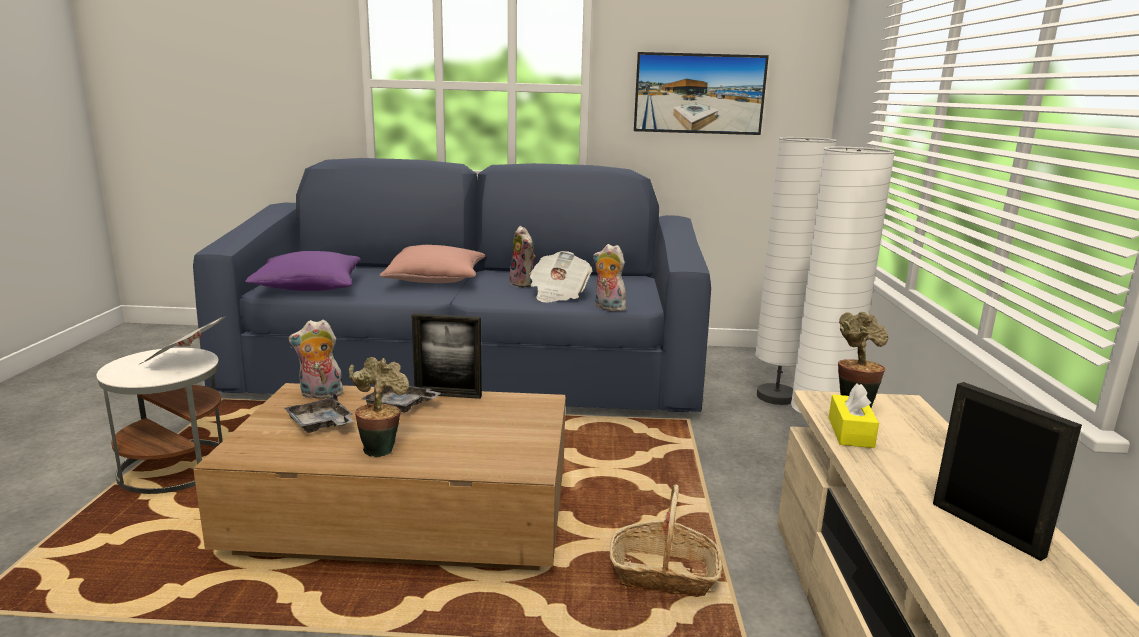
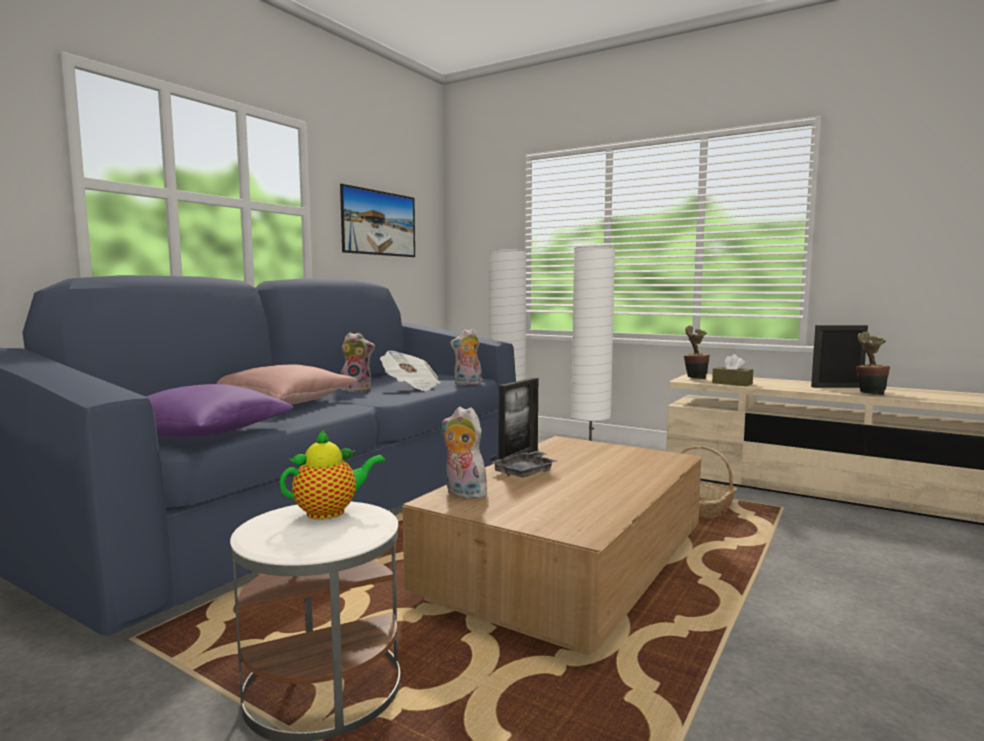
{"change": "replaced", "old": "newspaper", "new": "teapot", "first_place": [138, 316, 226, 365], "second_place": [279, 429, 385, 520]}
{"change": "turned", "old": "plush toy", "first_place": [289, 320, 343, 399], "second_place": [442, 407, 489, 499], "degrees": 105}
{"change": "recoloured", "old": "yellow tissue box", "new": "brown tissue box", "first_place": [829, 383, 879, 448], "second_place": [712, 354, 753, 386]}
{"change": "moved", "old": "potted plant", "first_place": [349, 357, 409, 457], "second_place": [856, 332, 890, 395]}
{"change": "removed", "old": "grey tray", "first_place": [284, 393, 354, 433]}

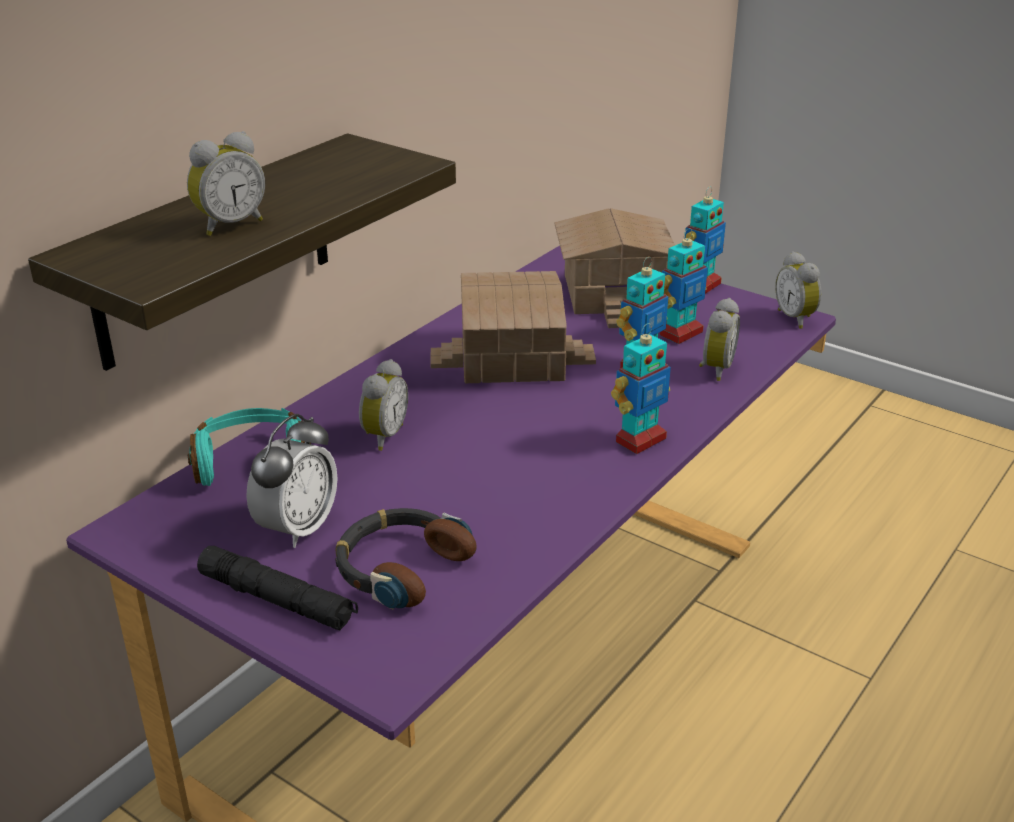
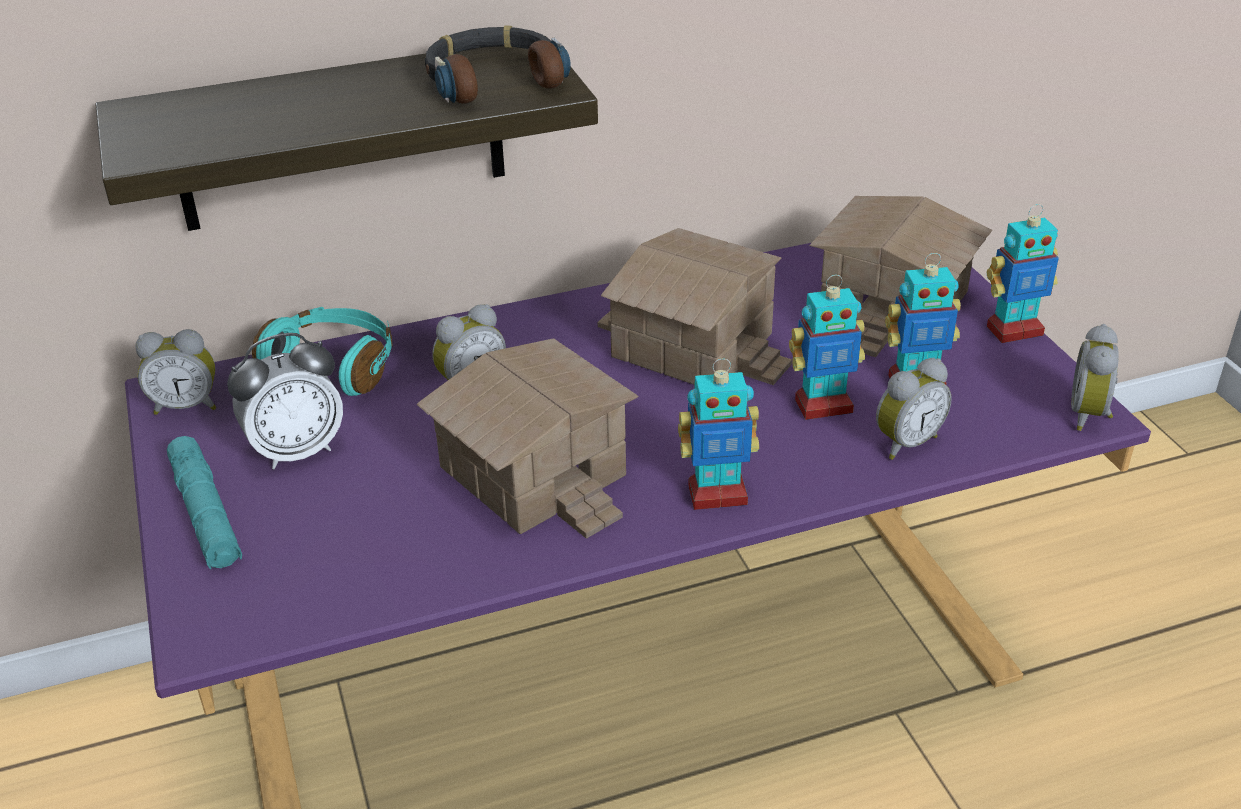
{"change": "moved", "old": "alarm clock", "first_place": [187, 131, 265, 236], "second_place": [135, 329, 216, 415]}
{"change": "recoloured", "old": "black flashlight", "new": "turquoise flashlight", "first_place": [197, 546, 358, 631], "second_place": [167, 436, 242, 569]}
{"change": "added", "new": "toy house", "second_place": [417, 338, 638, 539]}
{"change": "moved", "old": "headphones", "first_place": [335, 508, 477, 610], "second_place": [425, 26, 571, 103]}

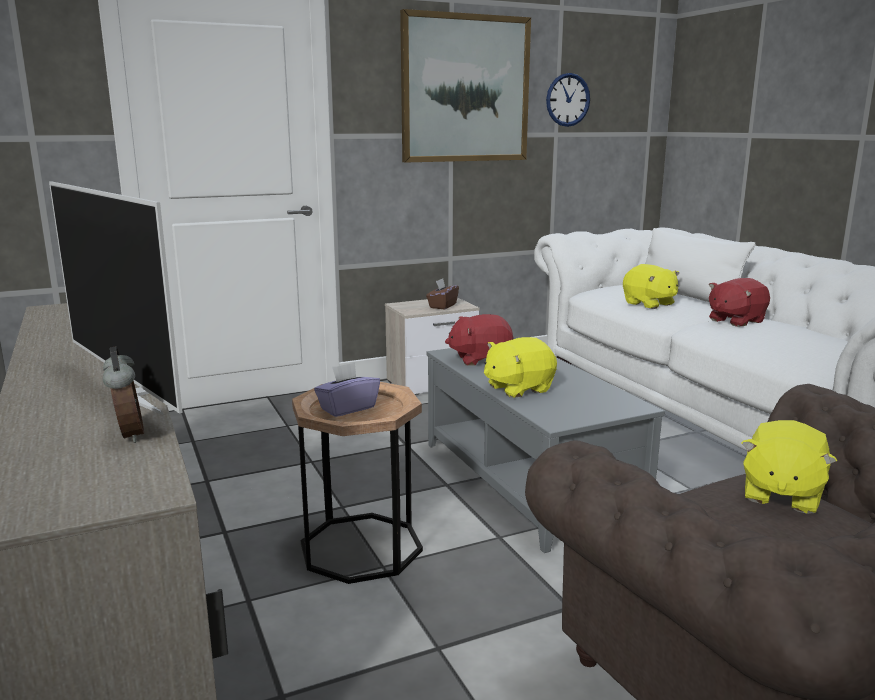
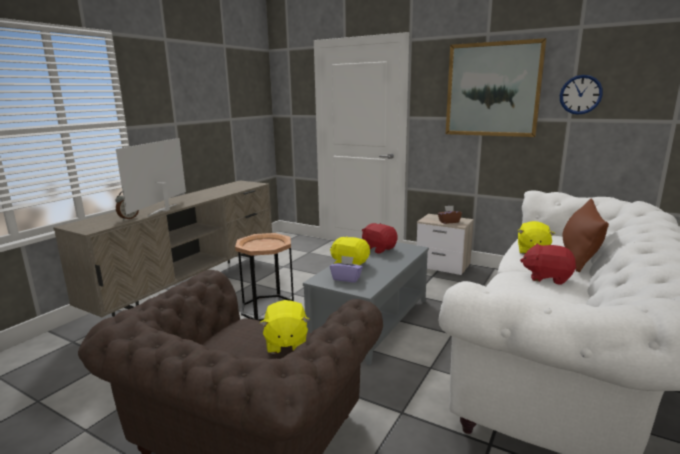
{"change": "turned", "old": "yellow plush toy", "first_place": [741, 420, 837, 514], "second_place": [260, 300, 310, 354], "degrees": -90}
{"change": "moved", "old": "purple tissue box", "first_place": [314, 362, 380, 417], "second_place": [330, 256, 363, 283]}
{"change": "recoloured", "old": "white pillow", "new": "brown pillow", "first_place": [645, 228, 755, 302], "second_place": [562, 199, 609, 272]}

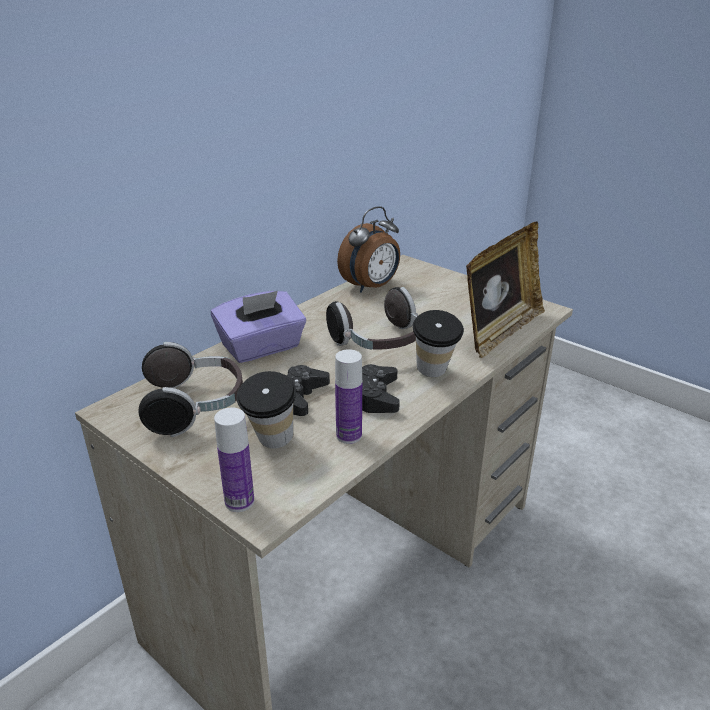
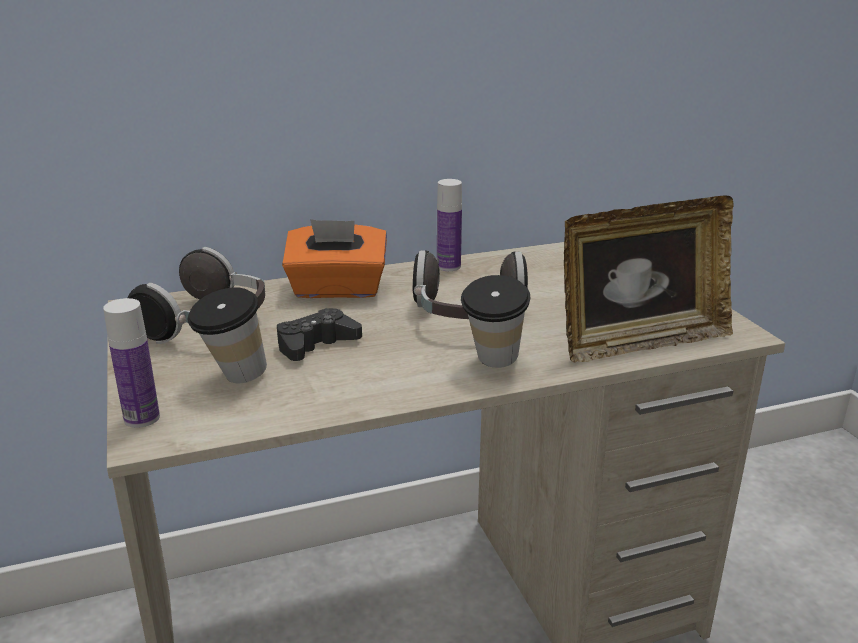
{"change": "recoloured", "old": "purple tissue box", "new": "orange tissue box", "first_place": [211, 291, 306, 363], "second_place": [282, 219, 387, 298]}
{"change": "moved", "old": "bottle", "first_place": [335, 349, 362, 444], "second_place": [437, 179, 462, 271]}
{"change": "removed", "old": "alarm clock", "first_place": [337, 206, 400, 293]}
{"change": "removed", "old": "black game controller", "first_place": [362, 364, 400, 413]}

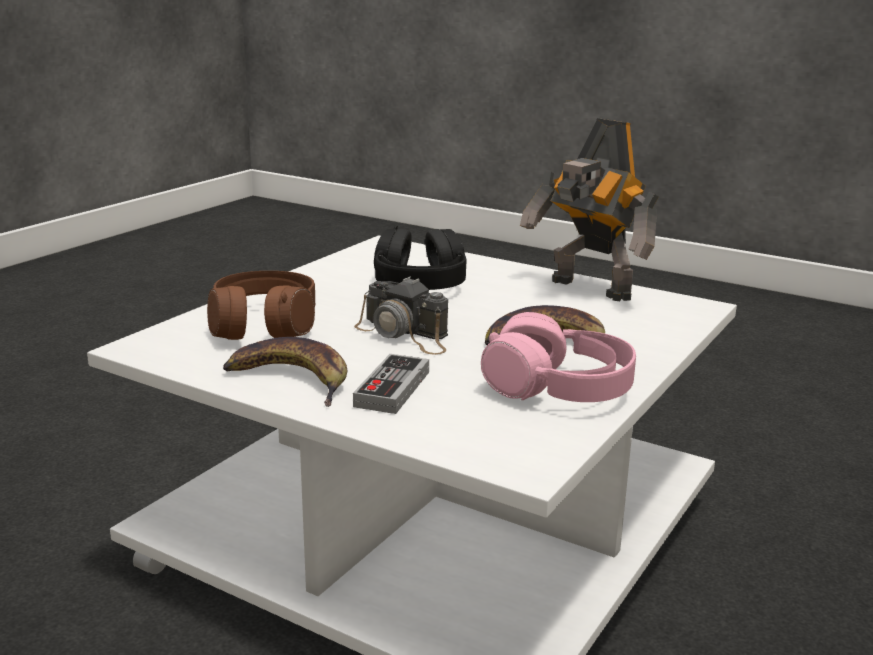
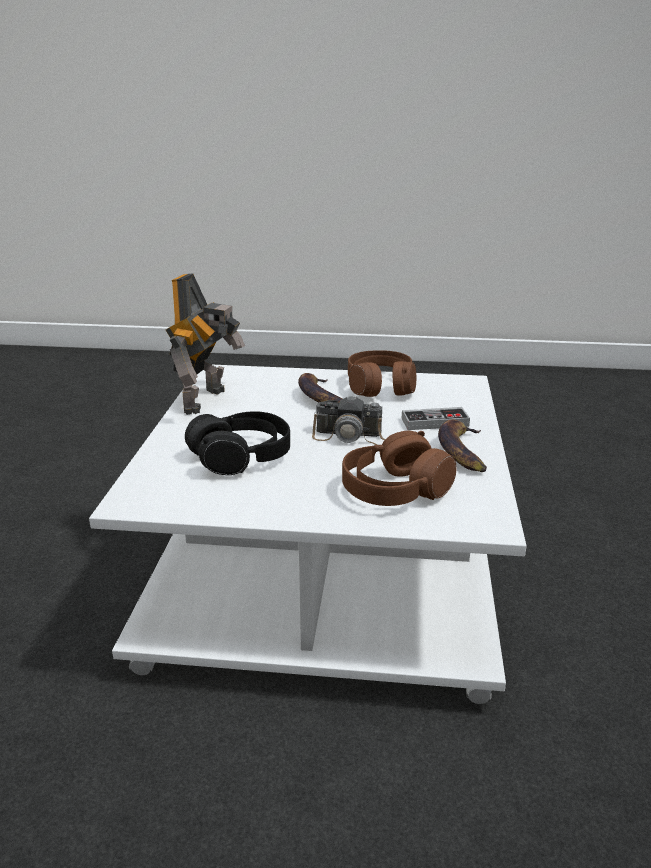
{"change": "turned", "old": "photo camera", "first_place": [354, 277, 448, 355], "second_place": [312, 395, 385, 445], "degrees": 90}
{"change": "recoloured", "old": "pink headphones", "new": "brown headphones", "first_place": [481, 312, 636, 402], "second_place": [348, 350, 416, 397]}

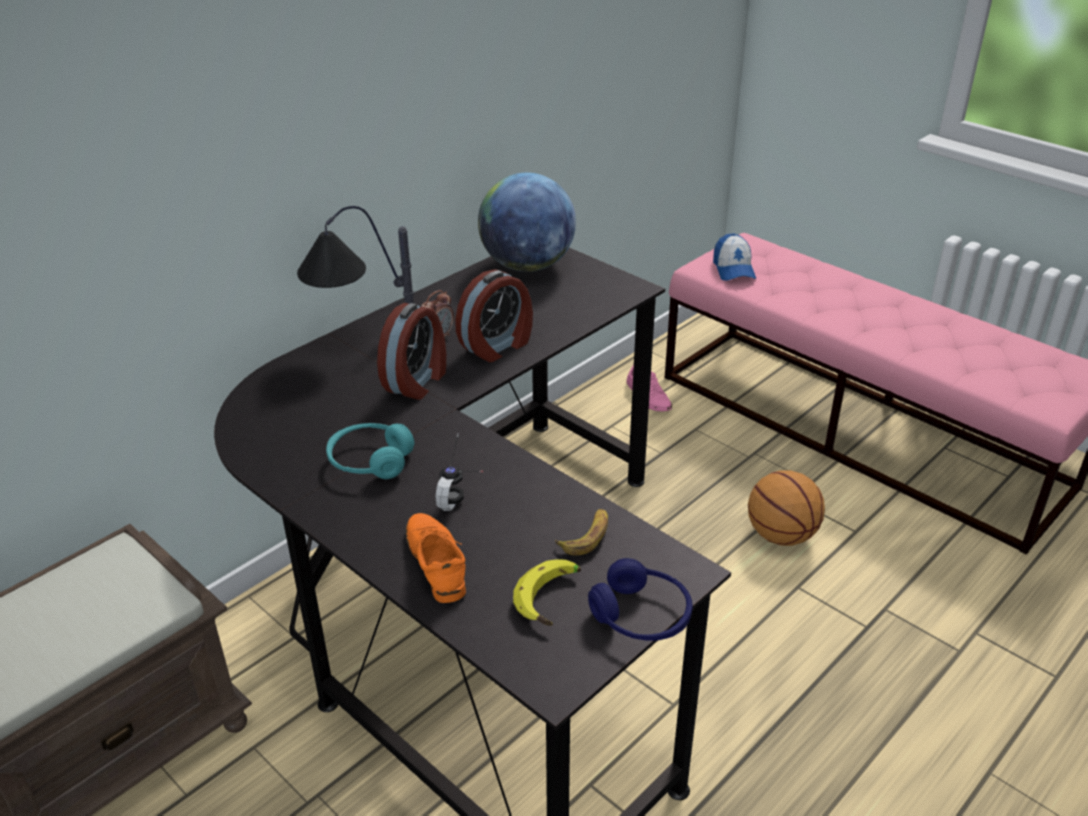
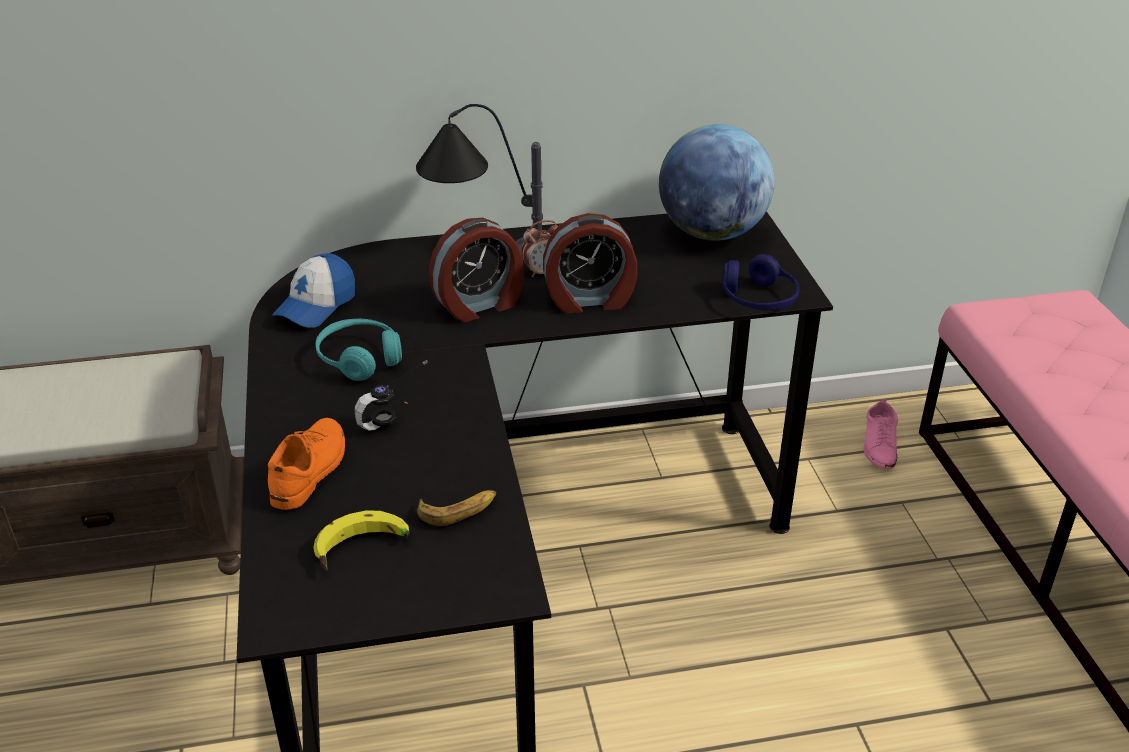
{"change": "moved", "old": "cap", "first_place": [713, 233, 756, 281], "second_place": [271, 253, 355, 328]}
{"change": "moved", "old": "blue headphones", "first_place": [588, 558, 693, 641], "second_place": [722, 254, 800, 310]}
{"change": "removed", "old": "basketball", "first_place": [748, 470, 825, 546]}

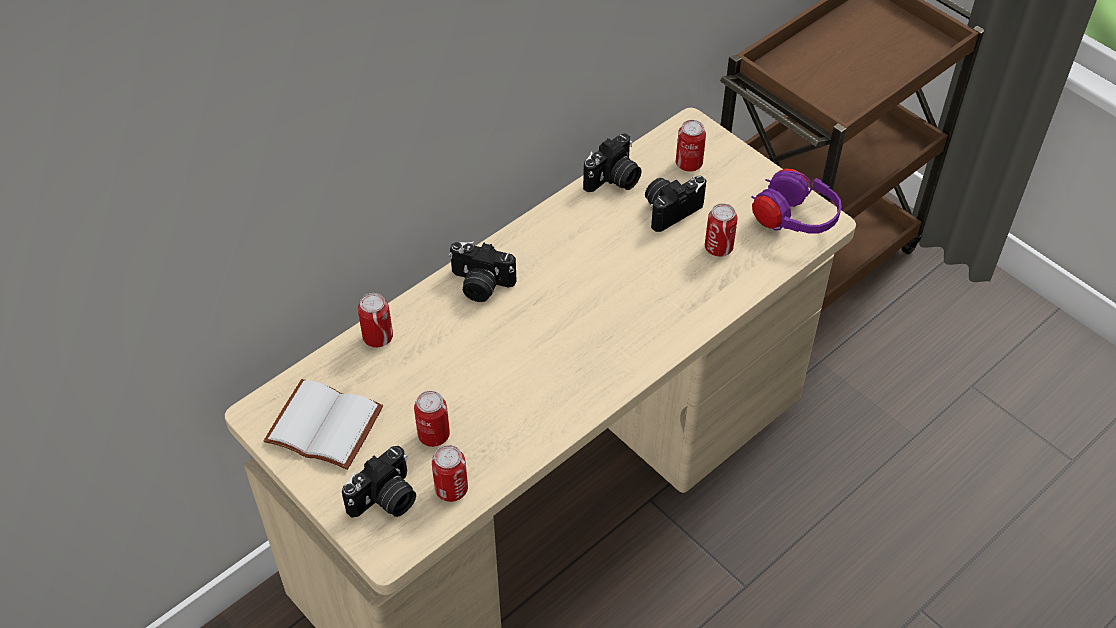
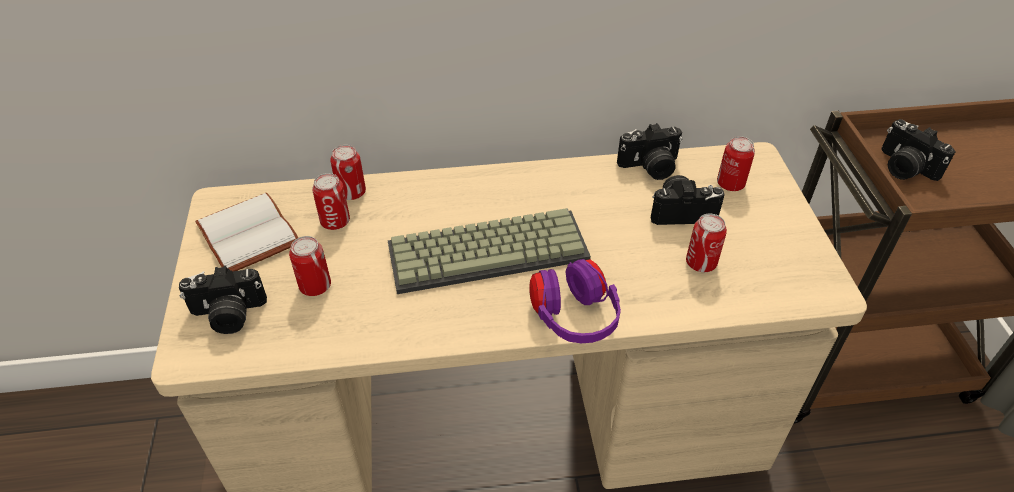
{"change": "moved", "old": "can", "first_place": [432, 445, 468, 502], "second_place": [312, 173, 350, 230]}
{"change": "added", "new": "keyboard", "second_place": [388, 208, 591, 294]}
{"change": "moved", "old": "purple headphones", "first_place": [751, 168, 841, 234], "second_place": [529, 259, 621, 343]}
{"change": "moved", "old": "photo camera", "first_place": [448, 242, 517, 302], "second_place": [881, 119, 956, 181]}

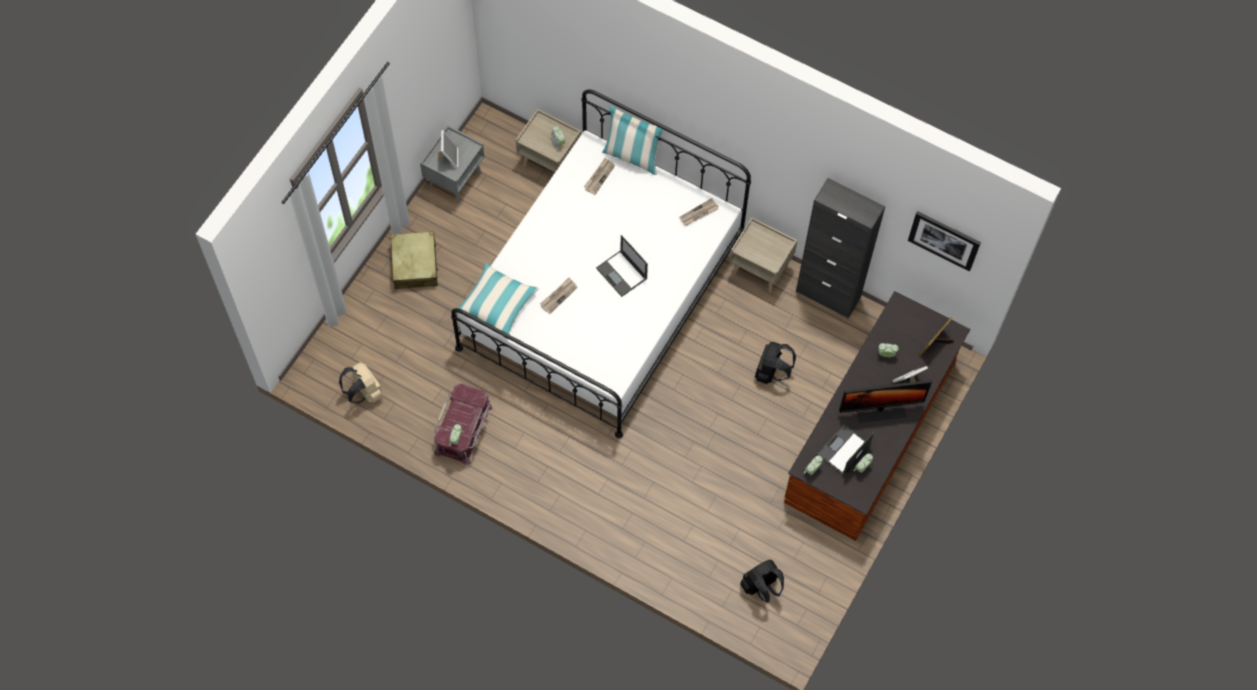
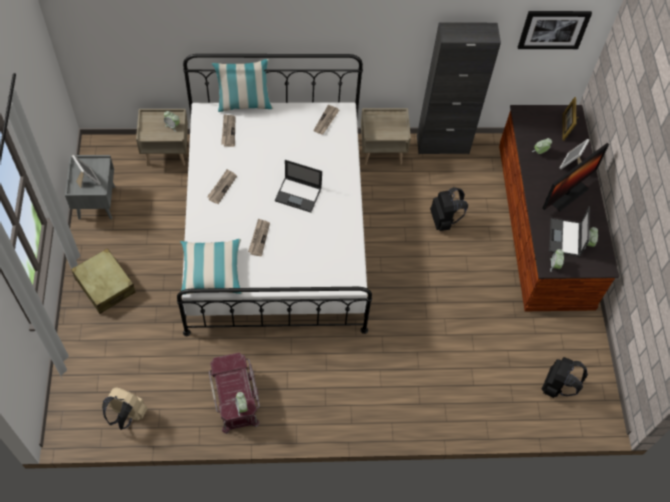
{"change": "added", "new": "newspaper", "second_place": [207, 169, 237, 204]}

